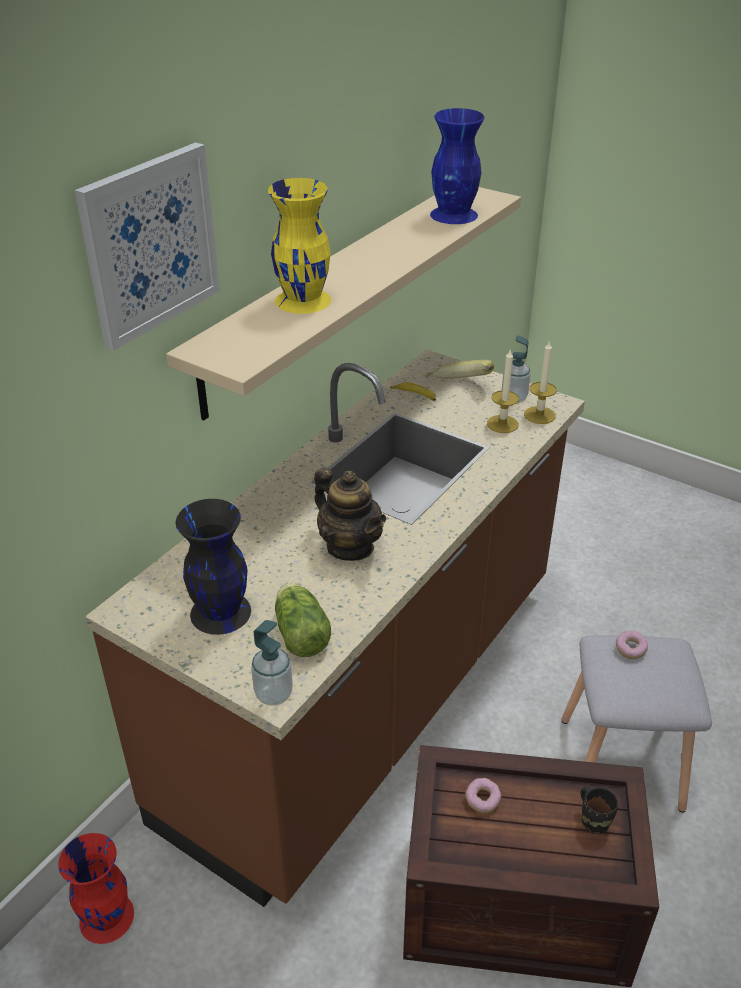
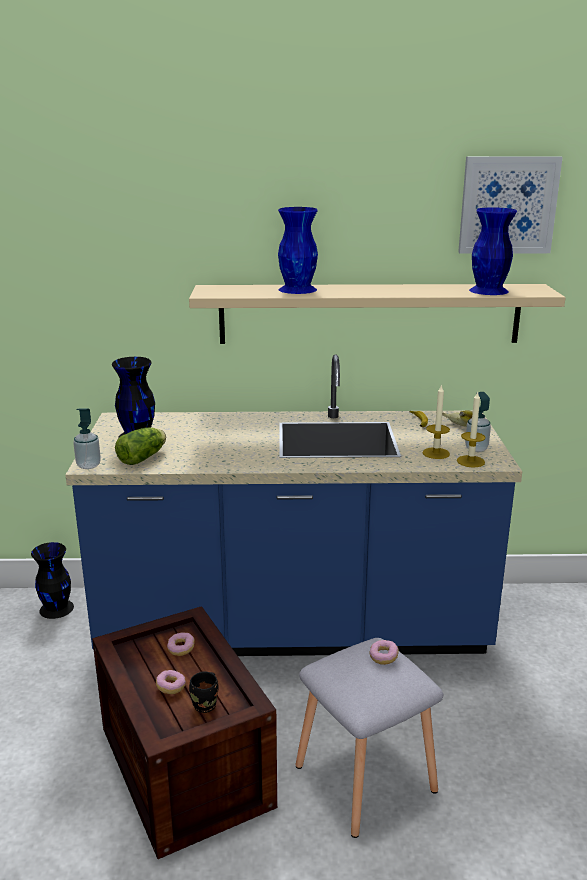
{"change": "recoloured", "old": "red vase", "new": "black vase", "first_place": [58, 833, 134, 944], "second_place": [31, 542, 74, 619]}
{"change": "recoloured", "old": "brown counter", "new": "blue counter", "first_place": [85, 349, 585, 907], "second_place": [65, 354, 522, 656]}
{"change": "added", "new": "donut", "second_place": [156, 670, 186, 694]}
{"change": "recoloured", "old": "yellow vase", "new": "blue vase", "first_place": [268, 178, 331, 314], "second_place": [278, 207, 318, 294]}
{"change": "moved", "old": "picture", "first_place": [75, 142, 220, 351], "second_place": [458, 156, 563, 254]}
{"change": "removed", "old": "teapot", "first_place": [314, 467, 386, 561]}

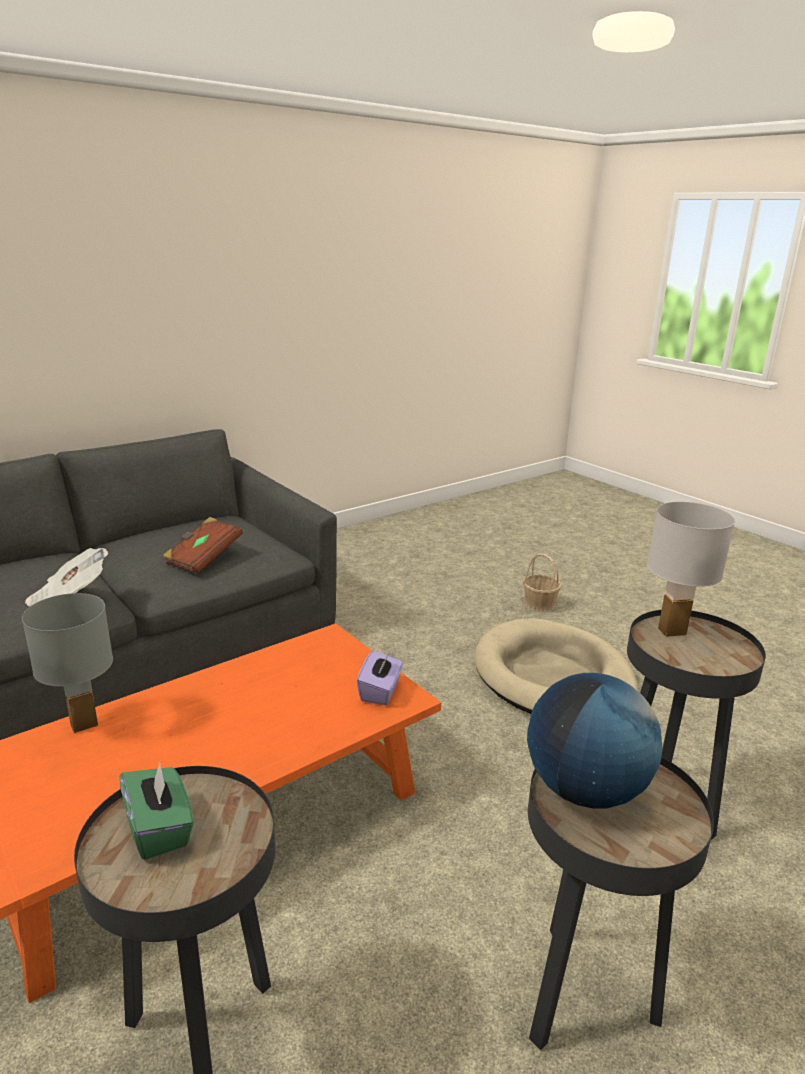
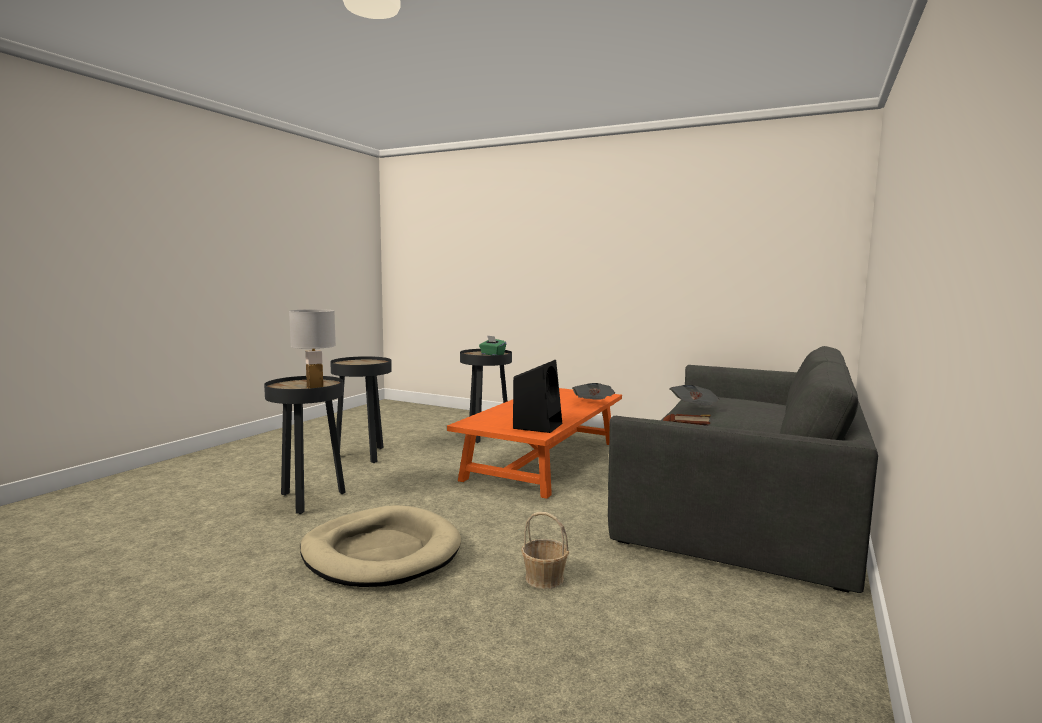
{"change": "added", "new": "black speaker", "second_place": [513, 360, 562, 433]}
{"change": "moved", "old": "basket", "first_place": [523, 554, 562, 612], "second_place": [521, 512, 569, 589]}
{"change": "replaced", "old": "grey table lamp", "new": "newspaper", "first_place": [22, 593, 113, 733], "second_place": [572, 383, 615, 400]}
{"change": "removed", "old": "purple tissue box", "first_place": [357, 651, 403, 705]}
{"change": "removed", "old": "globe", "first_place": [527, 673, 662, 808]}

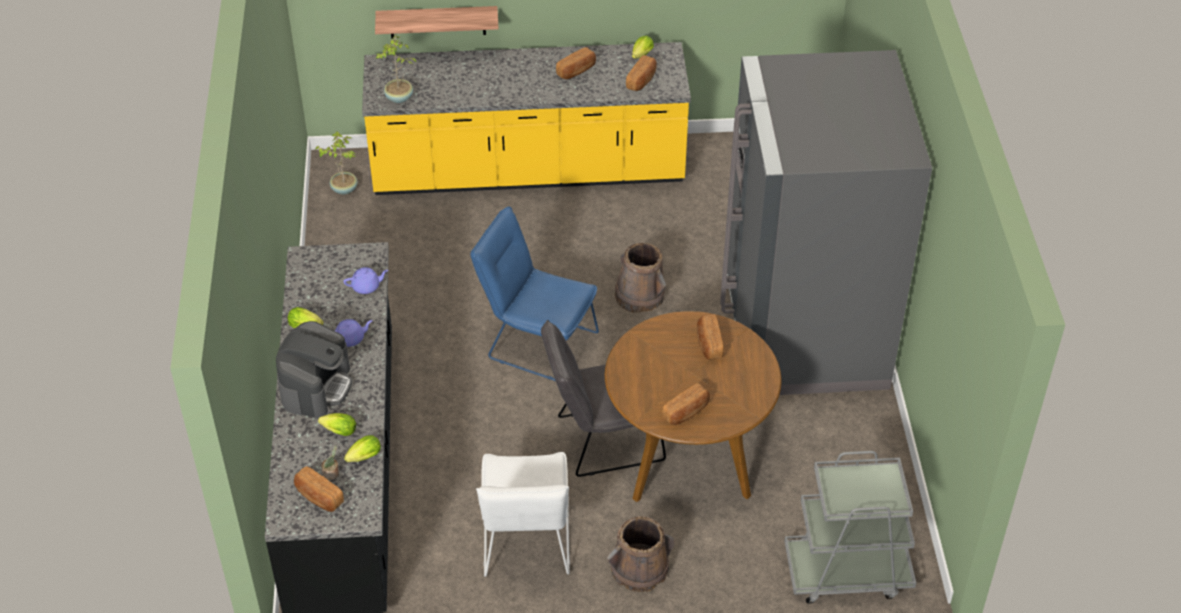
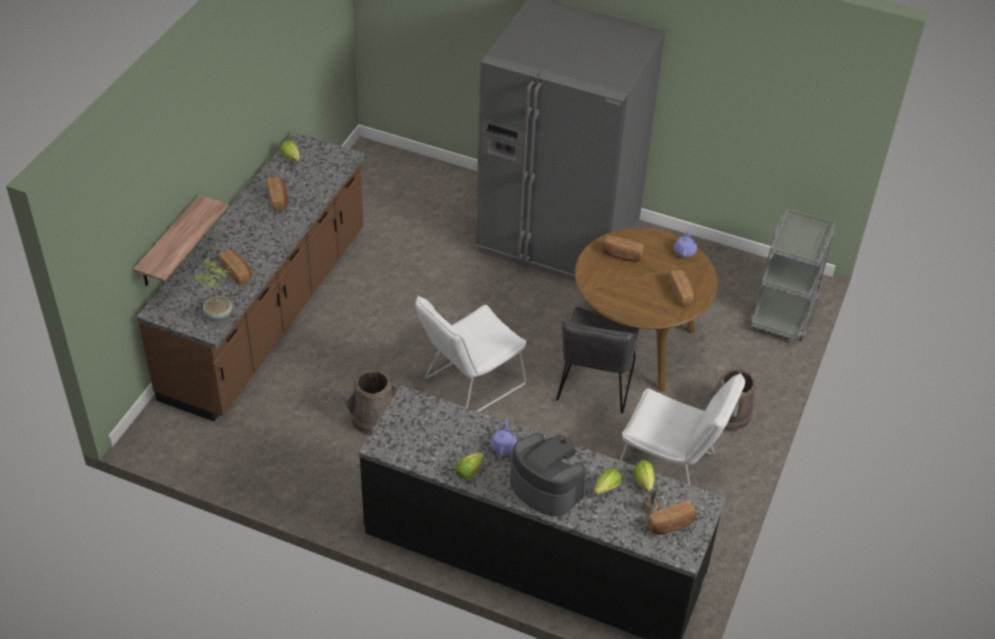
{"change": "recoloured", "old": "yellow counter", "new": "brown counter", "first_place": [362, 42, 691, 195], "second_place": [137, 132, 365, 422]}
{"change": "moved", "old": "bread", "first_place": [626, 55, 657, 91], "second_place": [219, 249, 252, 285]}
{"change": "moved", "old": "brown bucket", "first_place": [615, 243, 666, 313], "second_place": [345, 370, 399, 435]}
{"change": "recoloured", "old": "blue chair", "new": "white chair", "first_place": [470, 207, 599, 381], "second_place": [415, 296, 526, 412]}
{"change": "moved", "old": "purple teapot", "first_place": [344, 267, 388, 294], "second_place": [674, 228, 697, 258]}
{"change": "removed", "old": "potted plant", "first_place": [315, 131, 358, 195]}

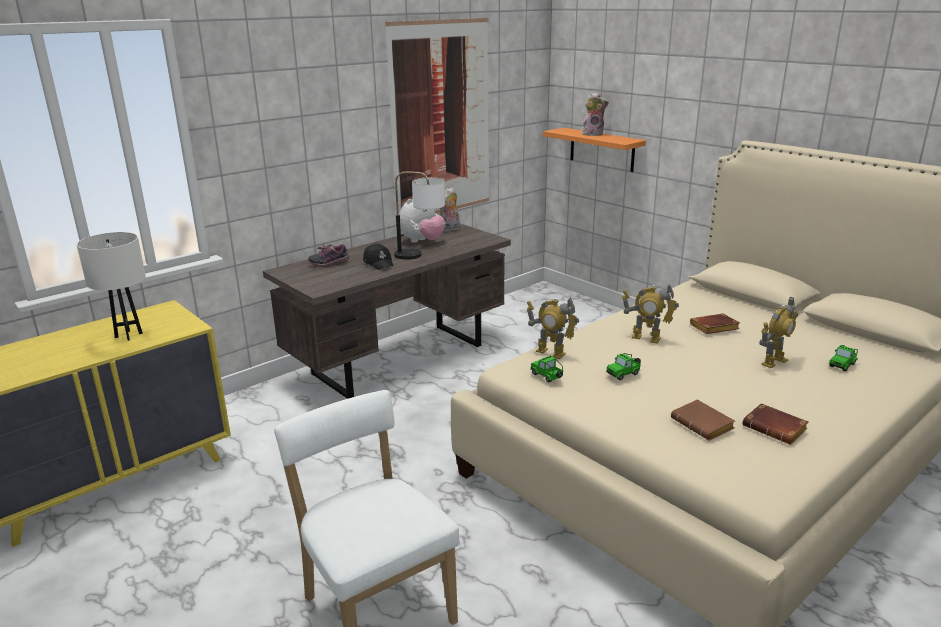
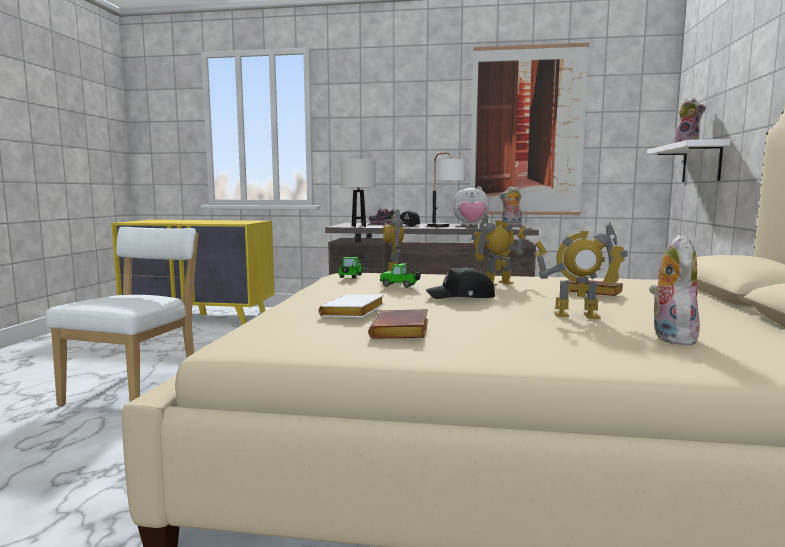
{"change": "recoloured", "old": "brown book", "new": "white book", "first_place": [671, 400, 735, 441], "second_place": [319, 295, 384, 318]}
{"change": "moved", "old": "white table lamp", "first_place": [77, 232, 146, 341], "second_place": [341, 159, 376, 227]}
{"change": "added", "new": "black cap", "second_place": [426, 267, 495, 299]}
{"change": "turned", "old": "toy robot", "first_place": [622, 284, 679, 344], "second_place": [471, 214, 526, 286], "degrees": 75}
{"change": "recoloured", "old": "orange shelf", "new": "white shelf", "first_place": [543, 128, 646, 172], "second_place": [647, 139, 730, 182]}
{"change": "replaced", "old": "toy car", "new": "plush toy", "first_place": [828, 345, 858, 372], "second_place": [649, 235, 700, 345]}

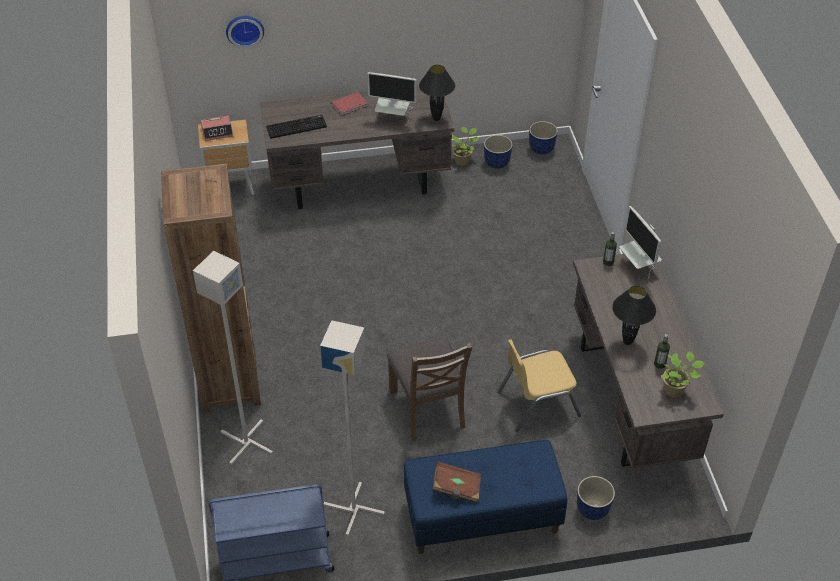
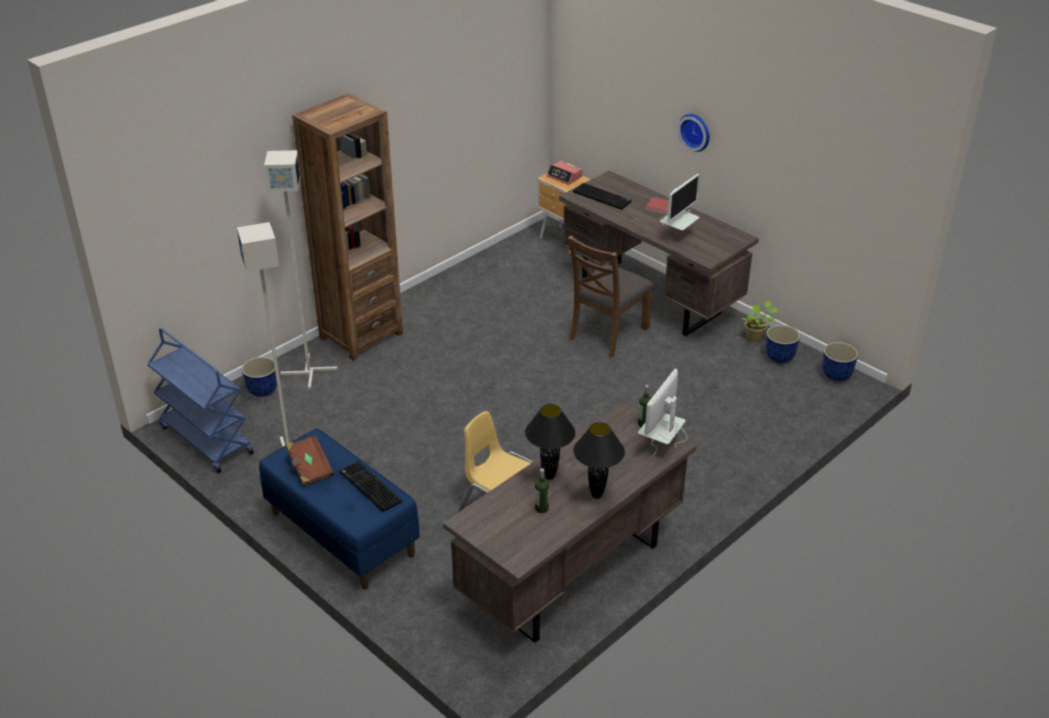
{"change": "moved", "old": "planter", "first_place": [577, 476, 615, 520], "second_place": [242, 357, 277, 397]}
{"change": "added", "new": "keyboard", "second_place": [340, 461, 402, 512]}
{"change": "moved", "old": "brown chair", "first_place": [387, 338, 472, 442], "second_place": [568, 235, 654, 358]}
{"change": "moved", "old": "black table lamp", "first_place": [419, 65, 455, 121], "second_place": [573, 422, 625, 499]}
{"change": "turned", "old": "monitor", "first_place": [367, 72, 416, 121], "second_place": [660, 174, 700, 231], "degrees": -120}
{"change": "moved", "old": "wall clock", "first_place": [226, 16, 264, 48], "second_place": [678, 114, 710, 152]}
{"change": "removed", "old": "potted plant", "first_place": [661, 351, 704, 397]}

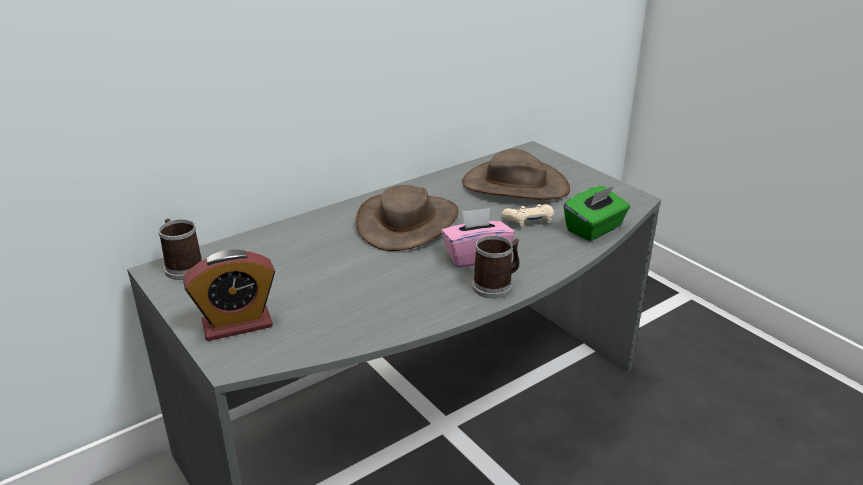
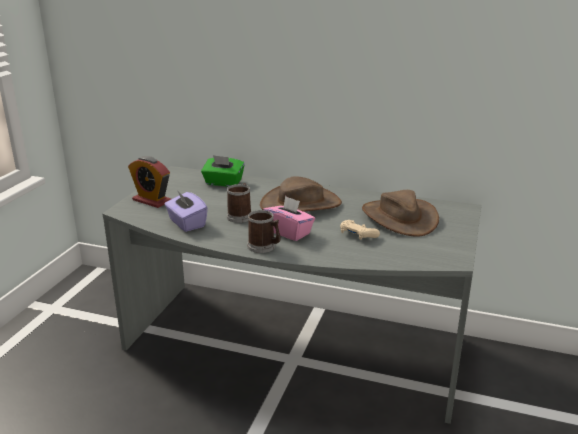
{"change": "added", "new": "purple tissue box", "second_place": [165, 190, 208, 232]}
{"change": "moved", "old": "green tissue box", "first_place": [564, 186, 630, 241], "second_place": [201, 155, 245, 187]}
{"change": "moved", "old": "mug", "first_place": [158, 219, 203, 280], "second_place": [227, 183, 251, 223]}

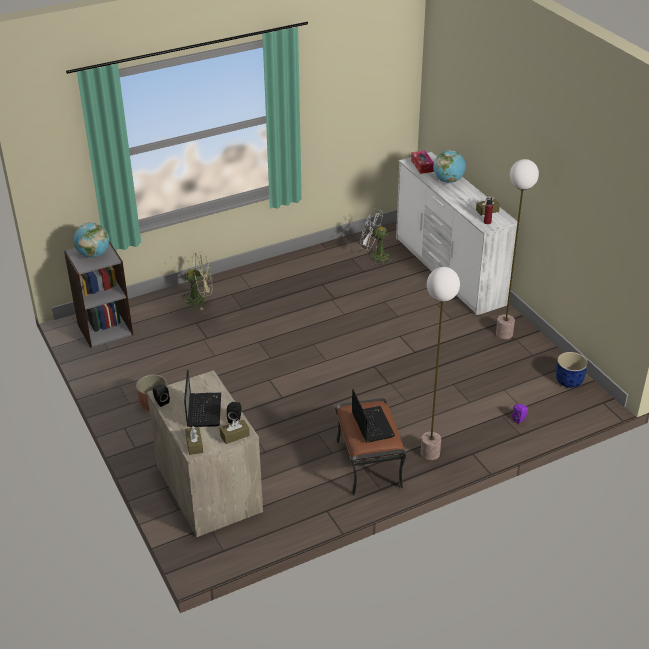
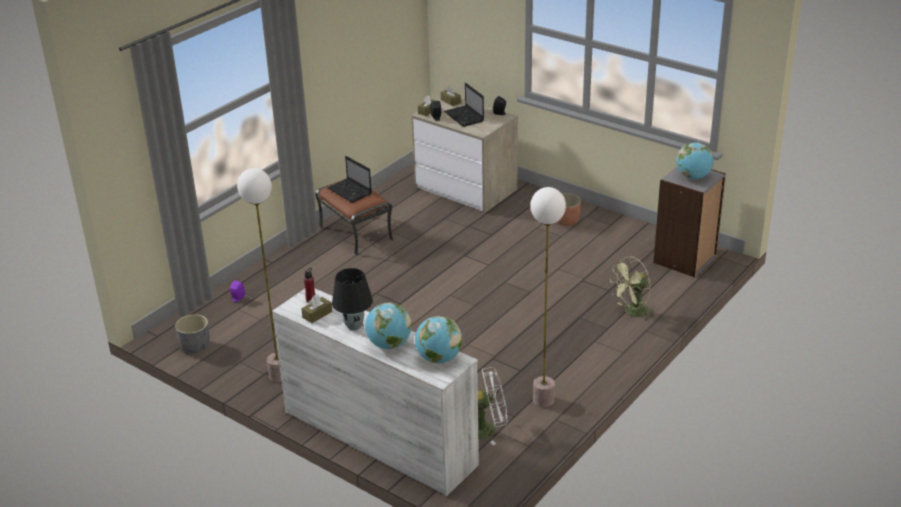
{"change": "recoloured", "old": "blue planter", "new": "grey planter", "first_place": [556, 352, 588, 388], "second_place": [175, 314, 210, 353]}
{"change": "added", "new": "black table lamp", "second_place": [332, 268, 373, 330]}
{"change": "replaced", "old": "tissue box", "new": "globe", "first_place": [411, 151, 434, 174], "second_place": [415, 316, 462, 363]}
{"change": "moved", "old": "floor lamp", "first_place": [421, 267, 460, 460], "second_place": [530, 187, 566, 407]}

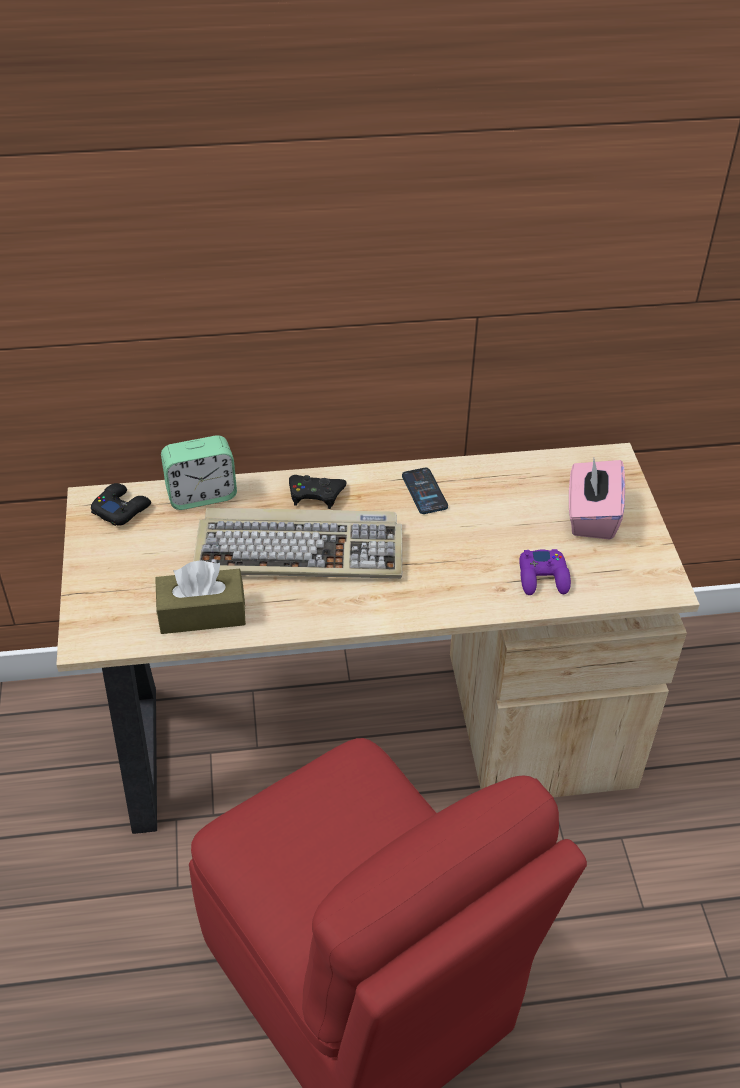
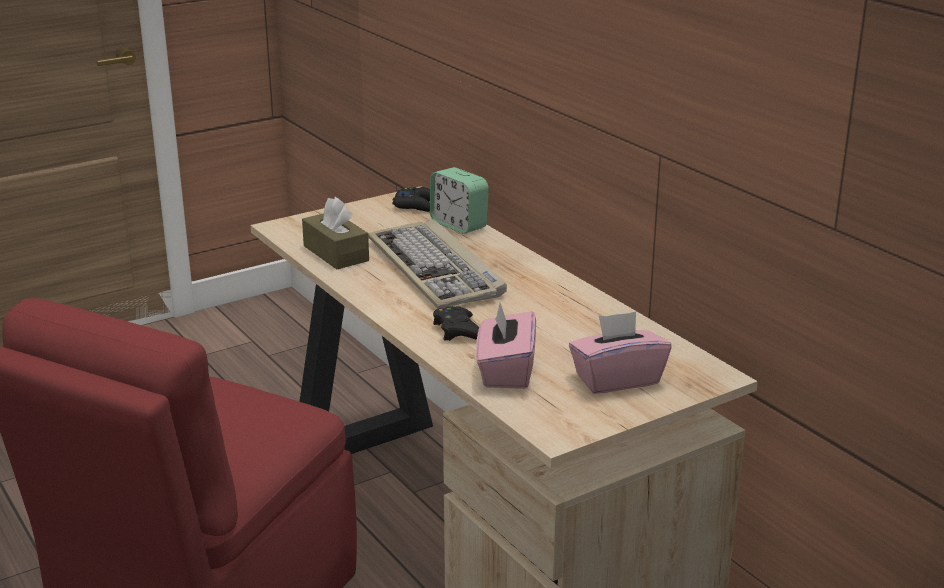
{"change": "moved", "old": "black game controller", "first_place": [289, 475, 347, 509], "second_place": [433, 306, 479, 341]}
{"change": "replaced", "old": "purple game controller", "new": "pink tissue box", "first_place": [519, 549, 571, 595], "second_place": [476, 303, 536, 389]}
{"change": "removed", "old": "phone", "first_place": [402, 468, 448, 514]}

